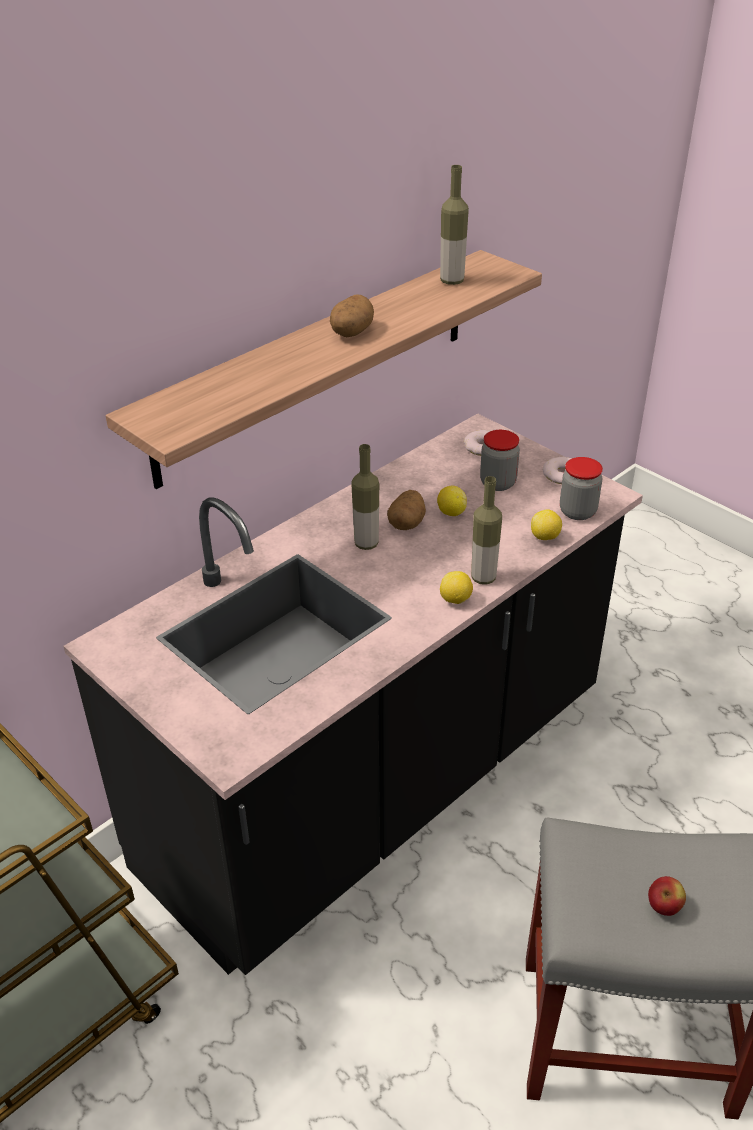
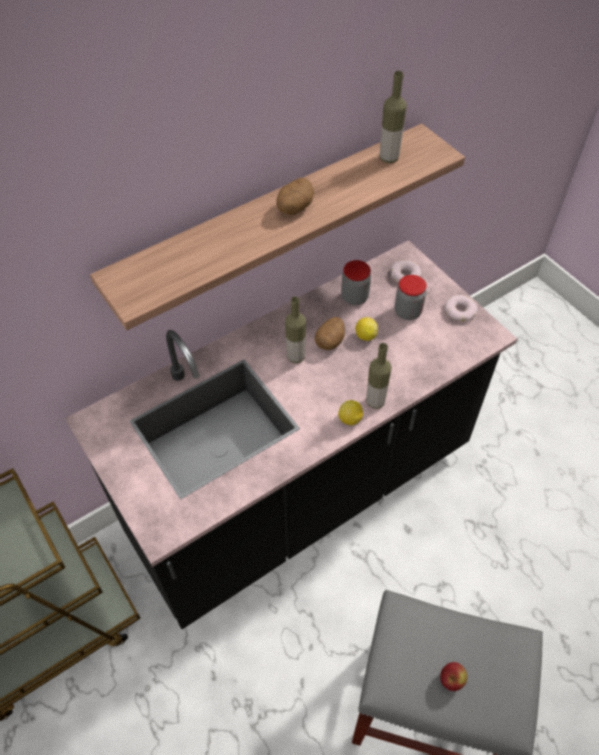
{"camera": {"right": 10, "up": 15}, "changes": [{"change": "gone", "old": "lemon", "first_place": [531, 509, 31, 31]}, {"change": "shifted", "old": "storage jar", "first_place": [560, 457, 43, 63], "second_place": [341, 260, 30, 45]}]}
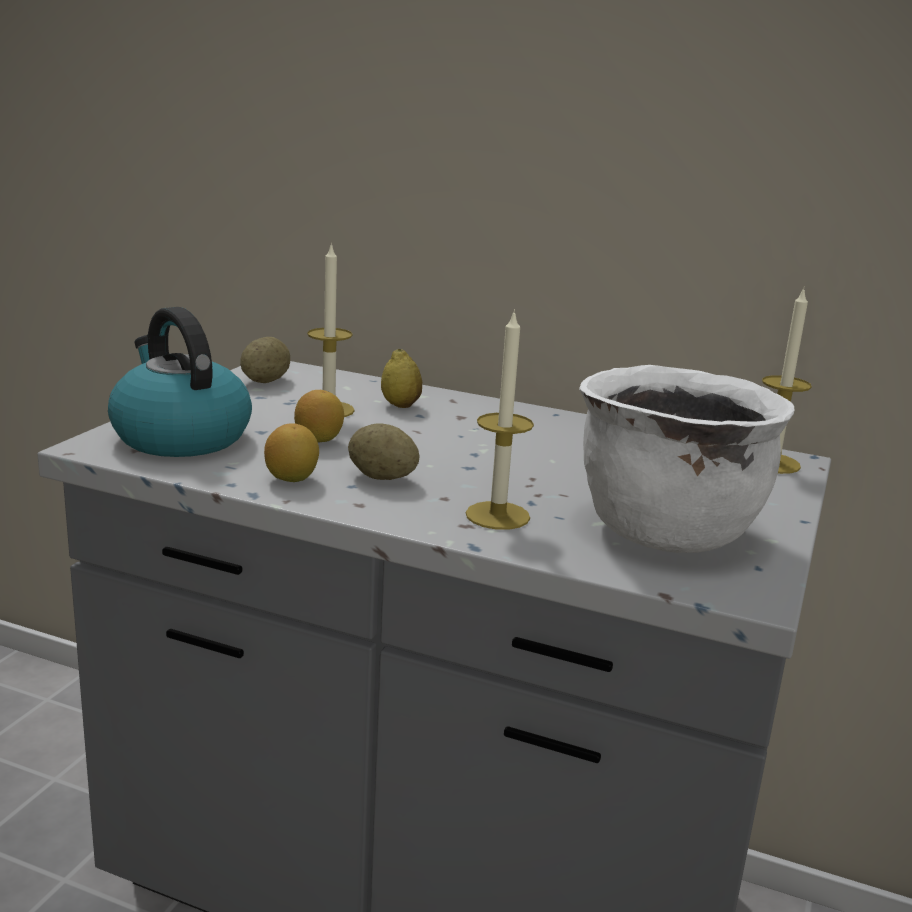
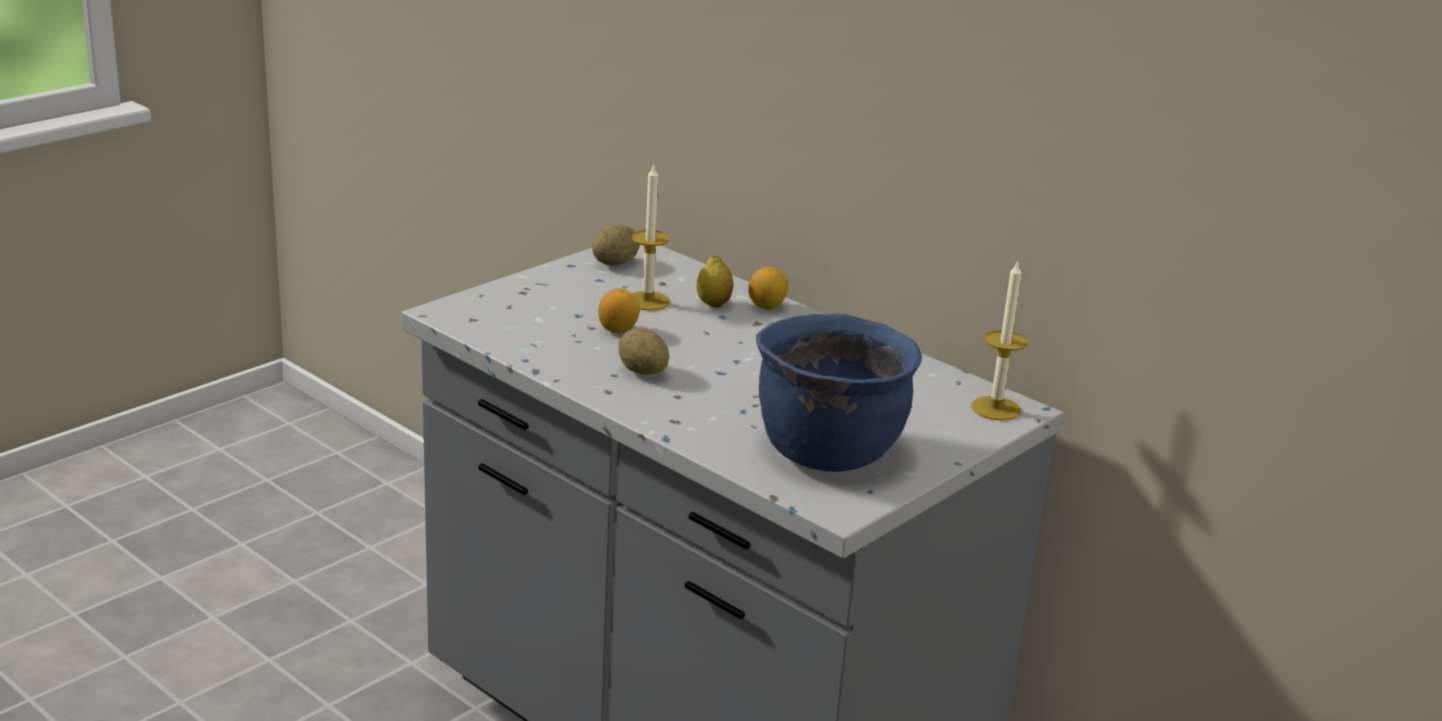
{"camera": {"right": 20, "up": 5}, "changes": [{"change": "gone", "old": "tea kettle", "first_place": [108, 307, 144, 150]}, {"change": "gone", "old": "candle", "first_place": [466, 309, 68, 221]}, {"change": "shifted", "old": "lemon", "first_place": [264, 423, 55, 59], "second_place": [748, 267, 40, 42]}, {"change": "repainted", "old": "cooking pot (white-coloured)", "new": "cooking pot (bluish)", "first_place": [579, 365, 215, 188], "second_place": [756, 314, 166, 158]}]}
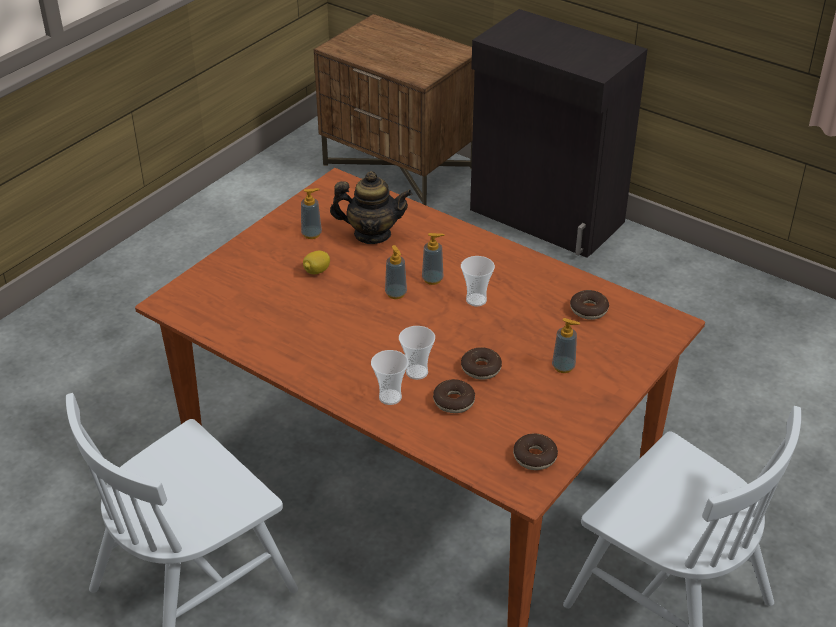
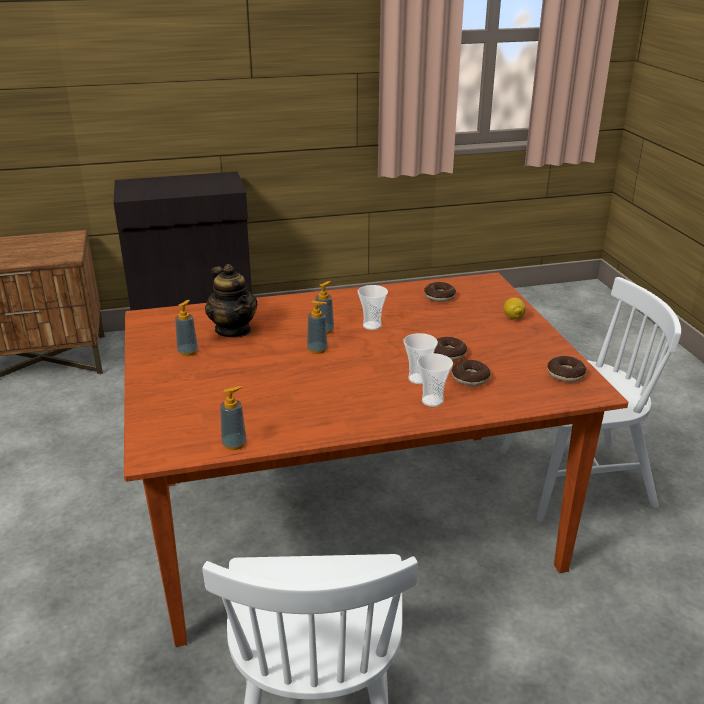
{"camera": {"right": -50, "up": -10}, "changes": [{"change": "shifted", "old": "lemon", "first_place": [303, 251, 27, 23], "second_place": [504, 298, 22, 21]}, {"change": "shifted", "old": "soap dispenser", "first_place": [552, 318, 28, 55], "second_place": [220, 386, 27, 64]}, {"change": "rotated", "old": "pot for tea", "first_place": [330, 171, 82, 73], "second_place": [205, 264, 53, 74], "degrees": 105}]}
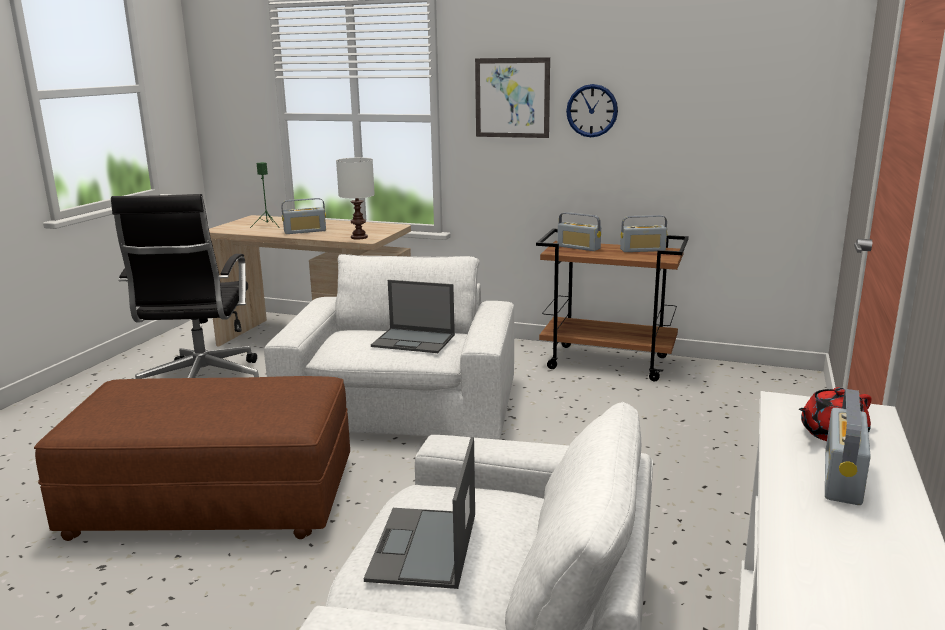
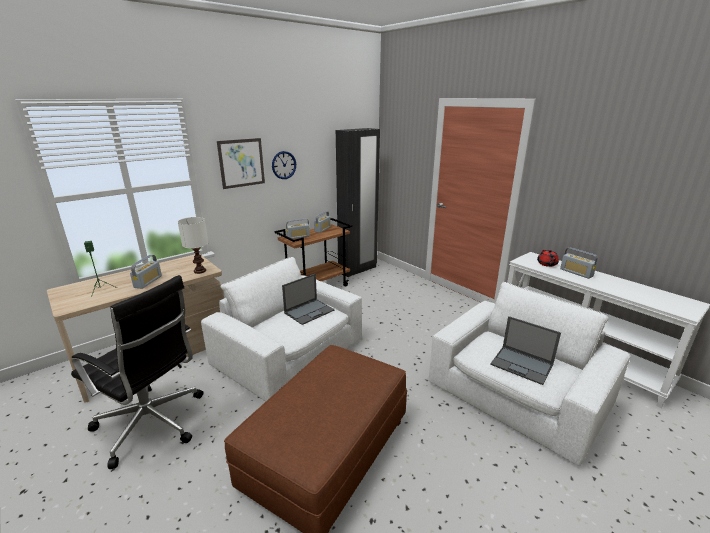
{"camera": {"right": -60, "up": 5}, "changes": [{"change": "new", "new": "clothes cupboard (blackish)", "second_place": [336, 128, 44, 149]}]}
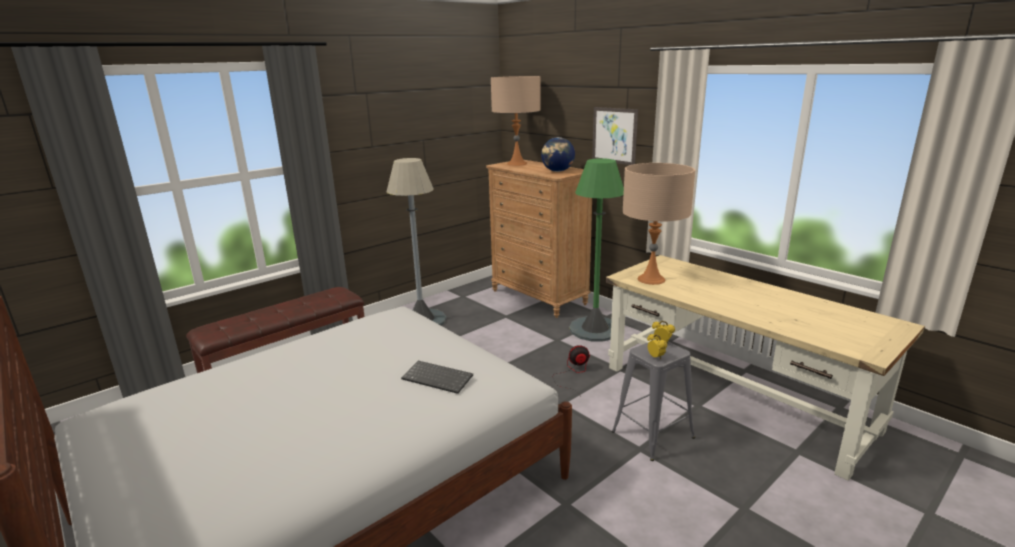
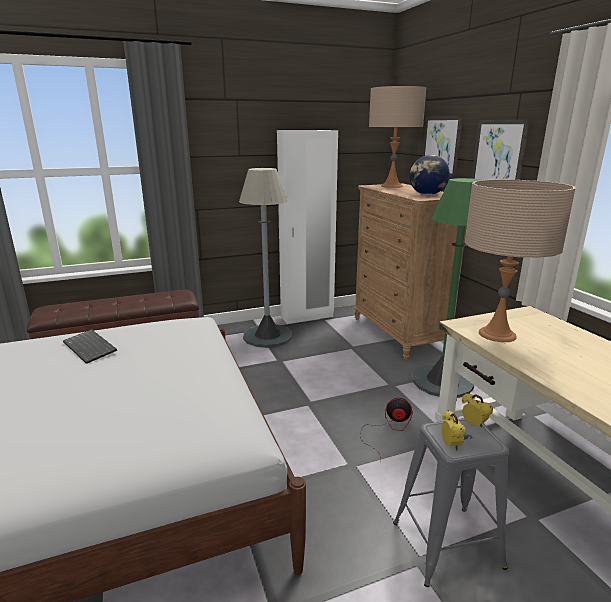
{"camera": {"right": 20, "up": 0}, "changes": [{"change": "new", "new": "clothes cupboard (white-coloured)", "second_place": [277, 130, 61, 194]}, {"change": "new", "new": "wall picture", "second_place": [423, 116, 39, 61]}, {"change": "shifted", "old": "PC keyboard", "first_place": [401, 361, 72, 33], "second_place": [63, 329, 54, 35]}]}
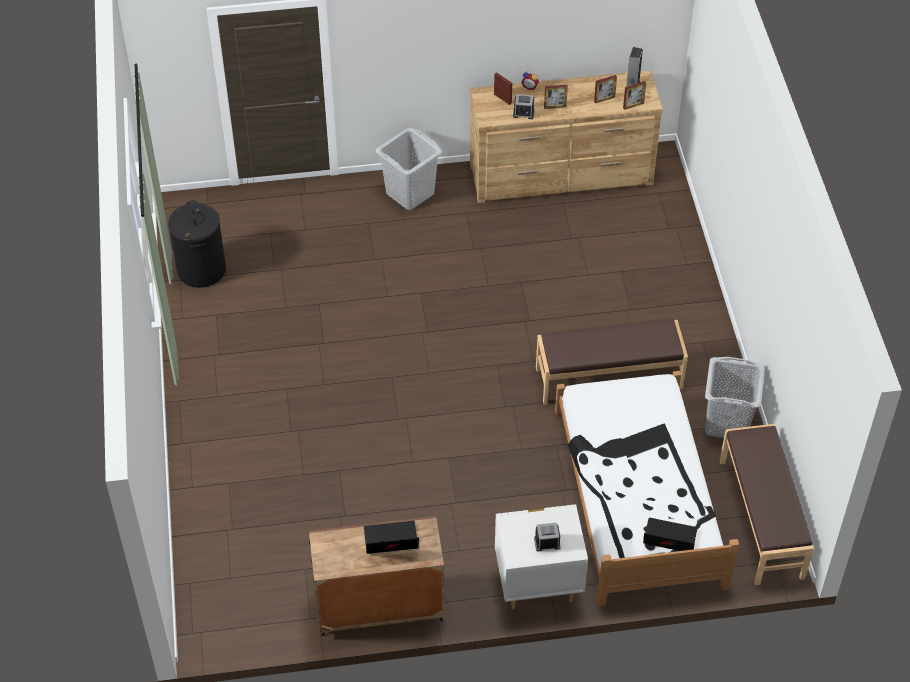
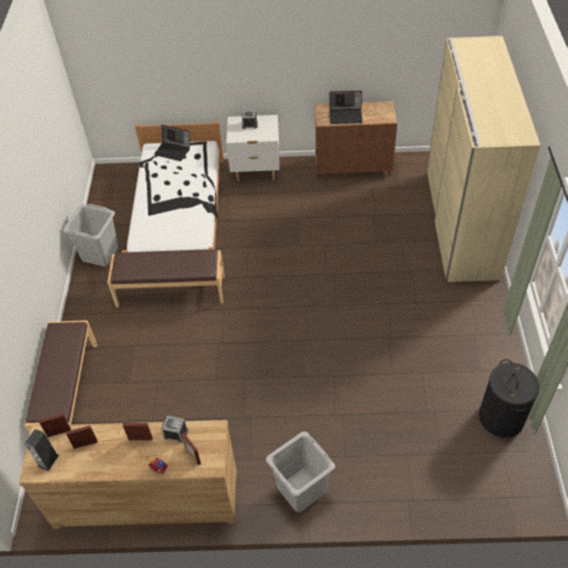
{"camera": {"right": -170, "up": 0}, "changes": [{"change": "new", "new": "clothes cupboard (beige-coloured)", "second_place": [427, 36, 114, 246]}, {"change": "shifted", "old": "long seat (brownish)", "first_place": [719, 424, 95, 161], "second_place": [25, 320, 72, 113]}]}
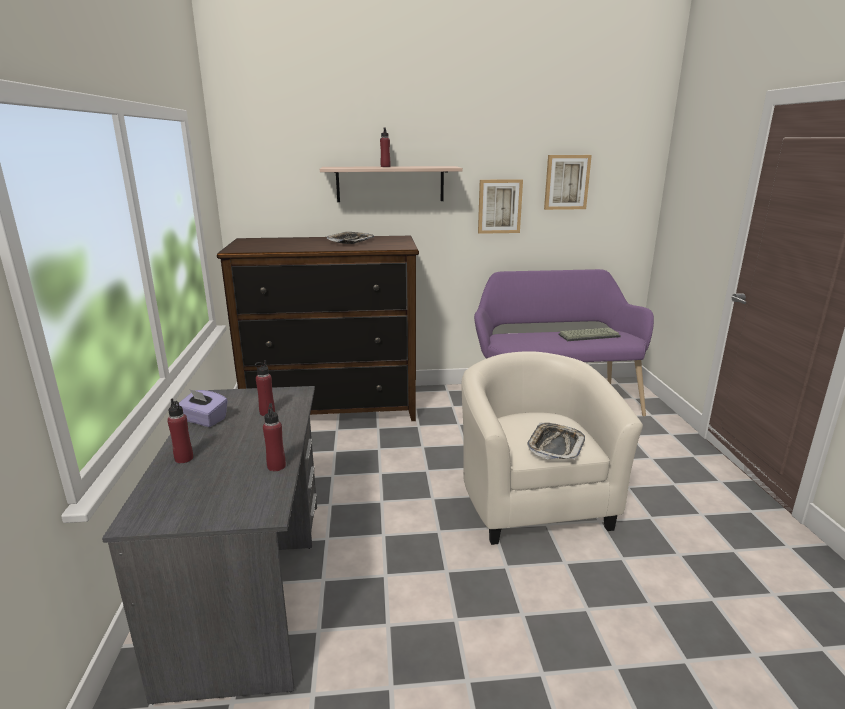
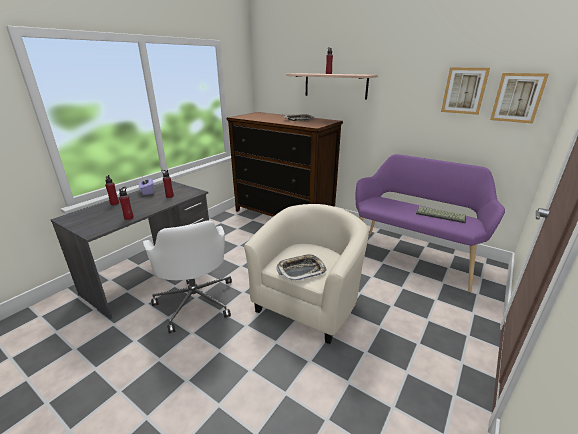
{"camera": {"right": 40, "up": 5}, "changes": [{"change": "new", "new": "office chair (white-coloured)", "second_place": [143, 220, 89, 113]}, {"change": "shifted", "old": "wall picture", "first_place": [478, 179, 45, 55], "second_place": [490, 73, 59, 51]}]}
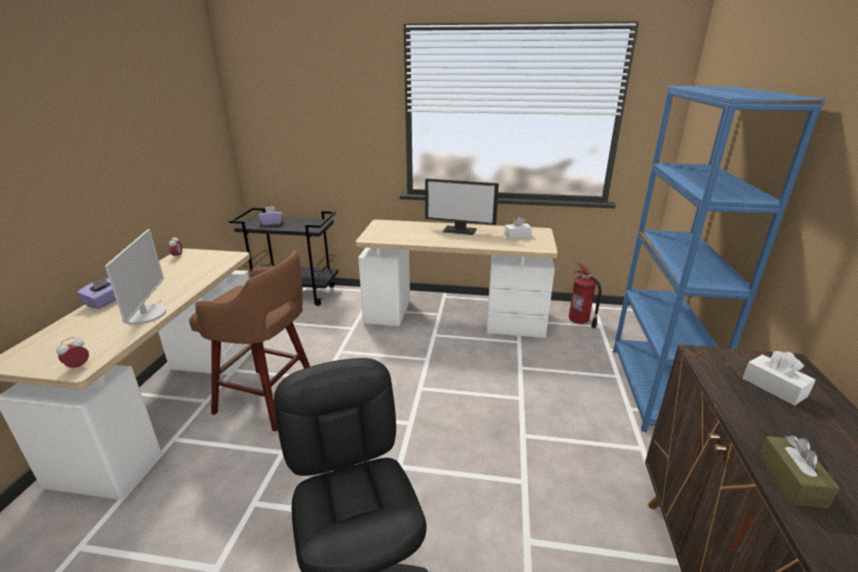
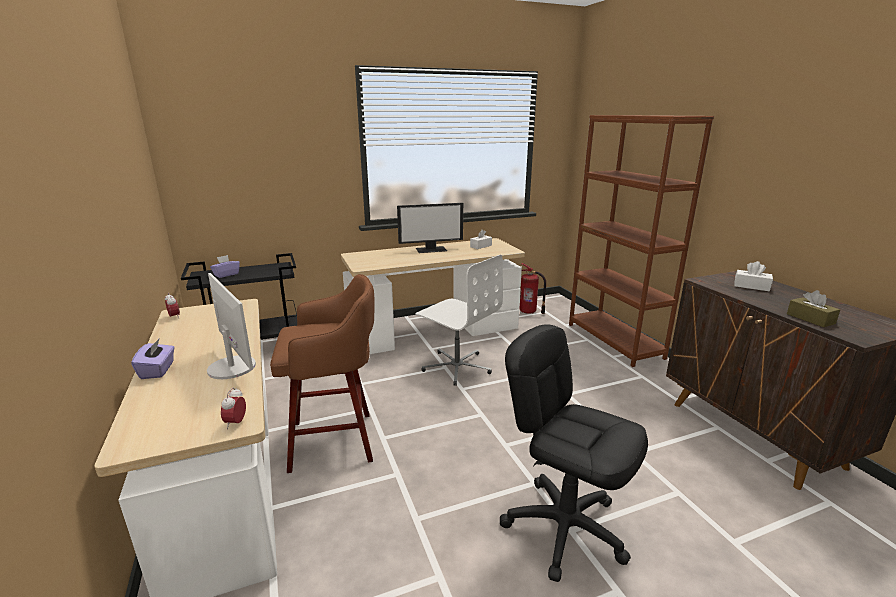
{"camera": {"right": -30, "up": -5}, "changes": [{"change": "new", "new": "office chair (white-coloured)", "second_place": [415, 254, 88, 132]}, {"change": "repainted", "old": "bookcase (bluish)", "new": "bookcase (brownish)", "first_place": [613, 86, 212, 346], "second_place": [569, 115, 145, 252]}]}
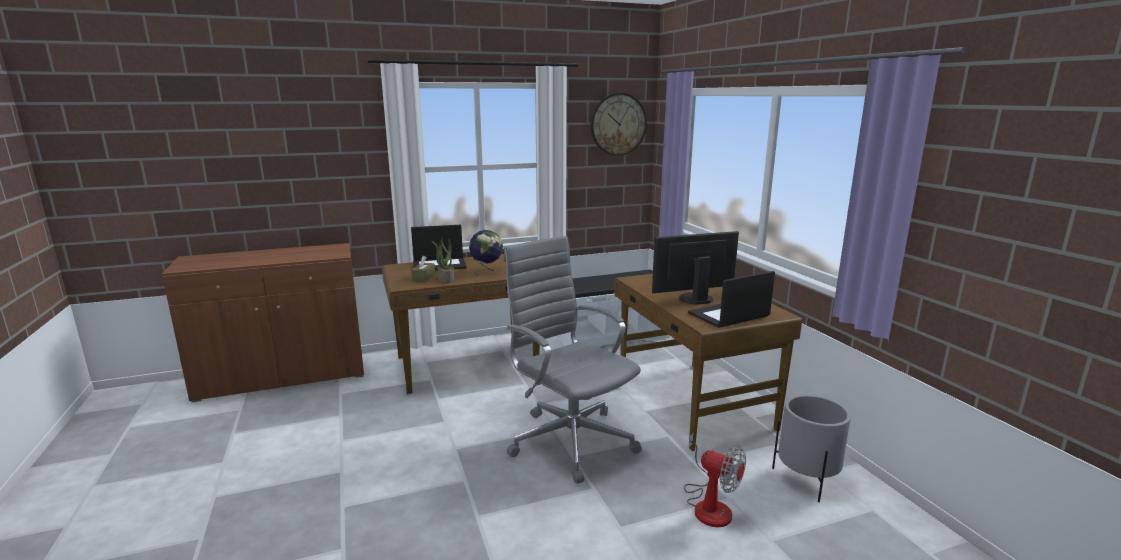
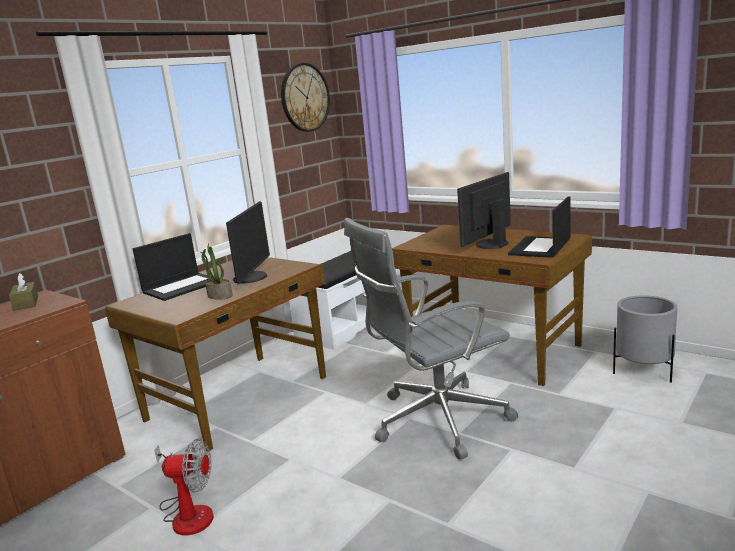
{"camera": {"right": -30, "up": 0}, "changes": [{"change": "shifted", "old": "tissue holder (brownish)", "first_place": [411, 256, 24, 26], "second_place": [9, 273, 29, 38]}, {"change": "shifted", "old": "fan", "first_place": [684, 433, 62, 94], "second_place": [154, 439, 59, 97]}, {"change": "swapped", "old": "globe", "new": "computer screen", "first_place": [469, 230, 34, 46], "second_place": [226, 201, 44, 83]}, {"change": "rotated", "old": "office chair (gray)", "first_place": [504, 236, 138, 248], "second_place": [344, 218, 174, 241], "degrees": -45}]}
